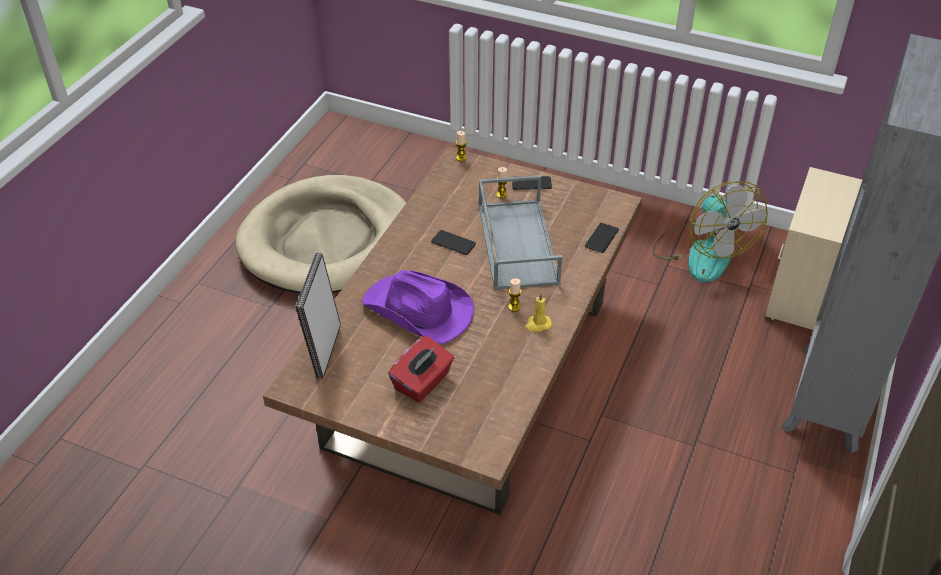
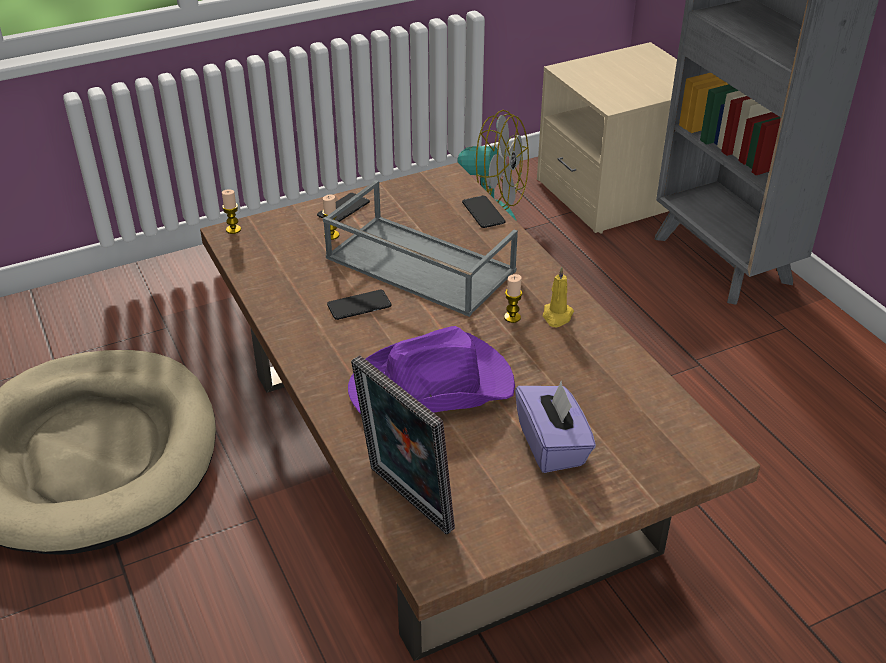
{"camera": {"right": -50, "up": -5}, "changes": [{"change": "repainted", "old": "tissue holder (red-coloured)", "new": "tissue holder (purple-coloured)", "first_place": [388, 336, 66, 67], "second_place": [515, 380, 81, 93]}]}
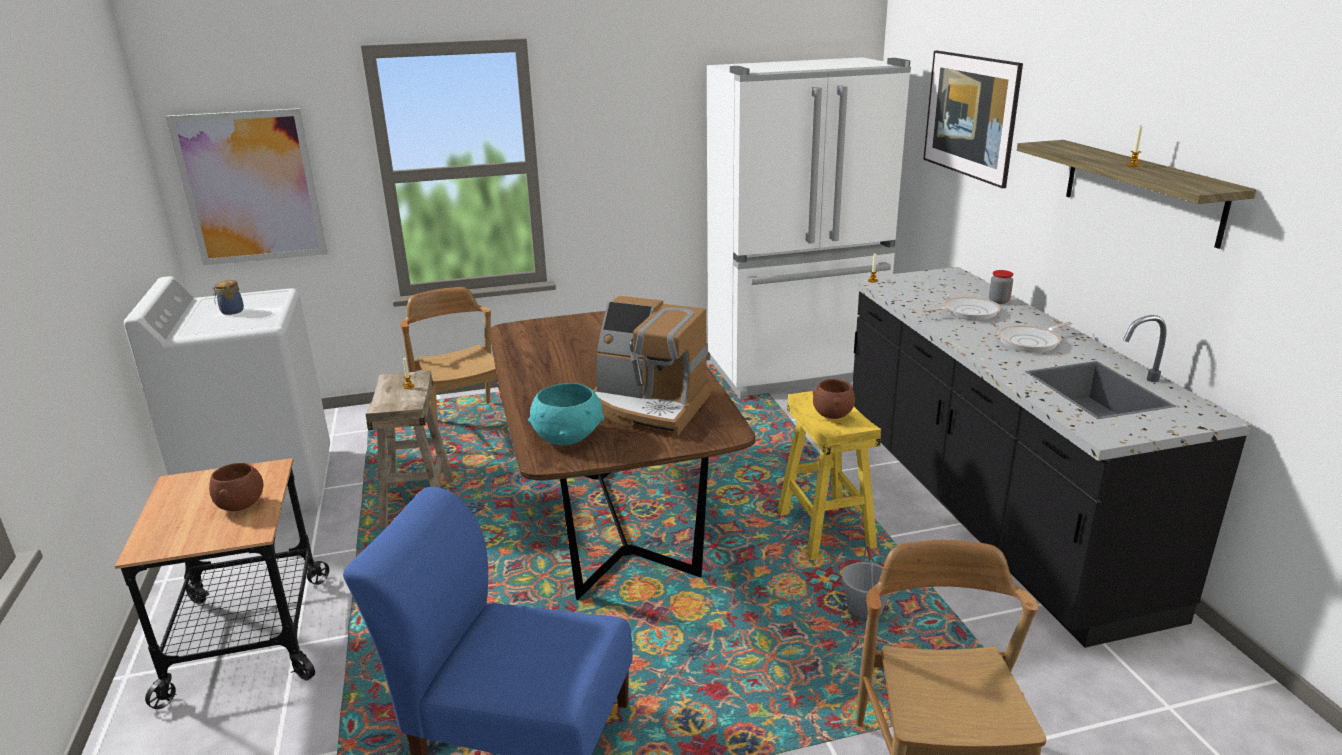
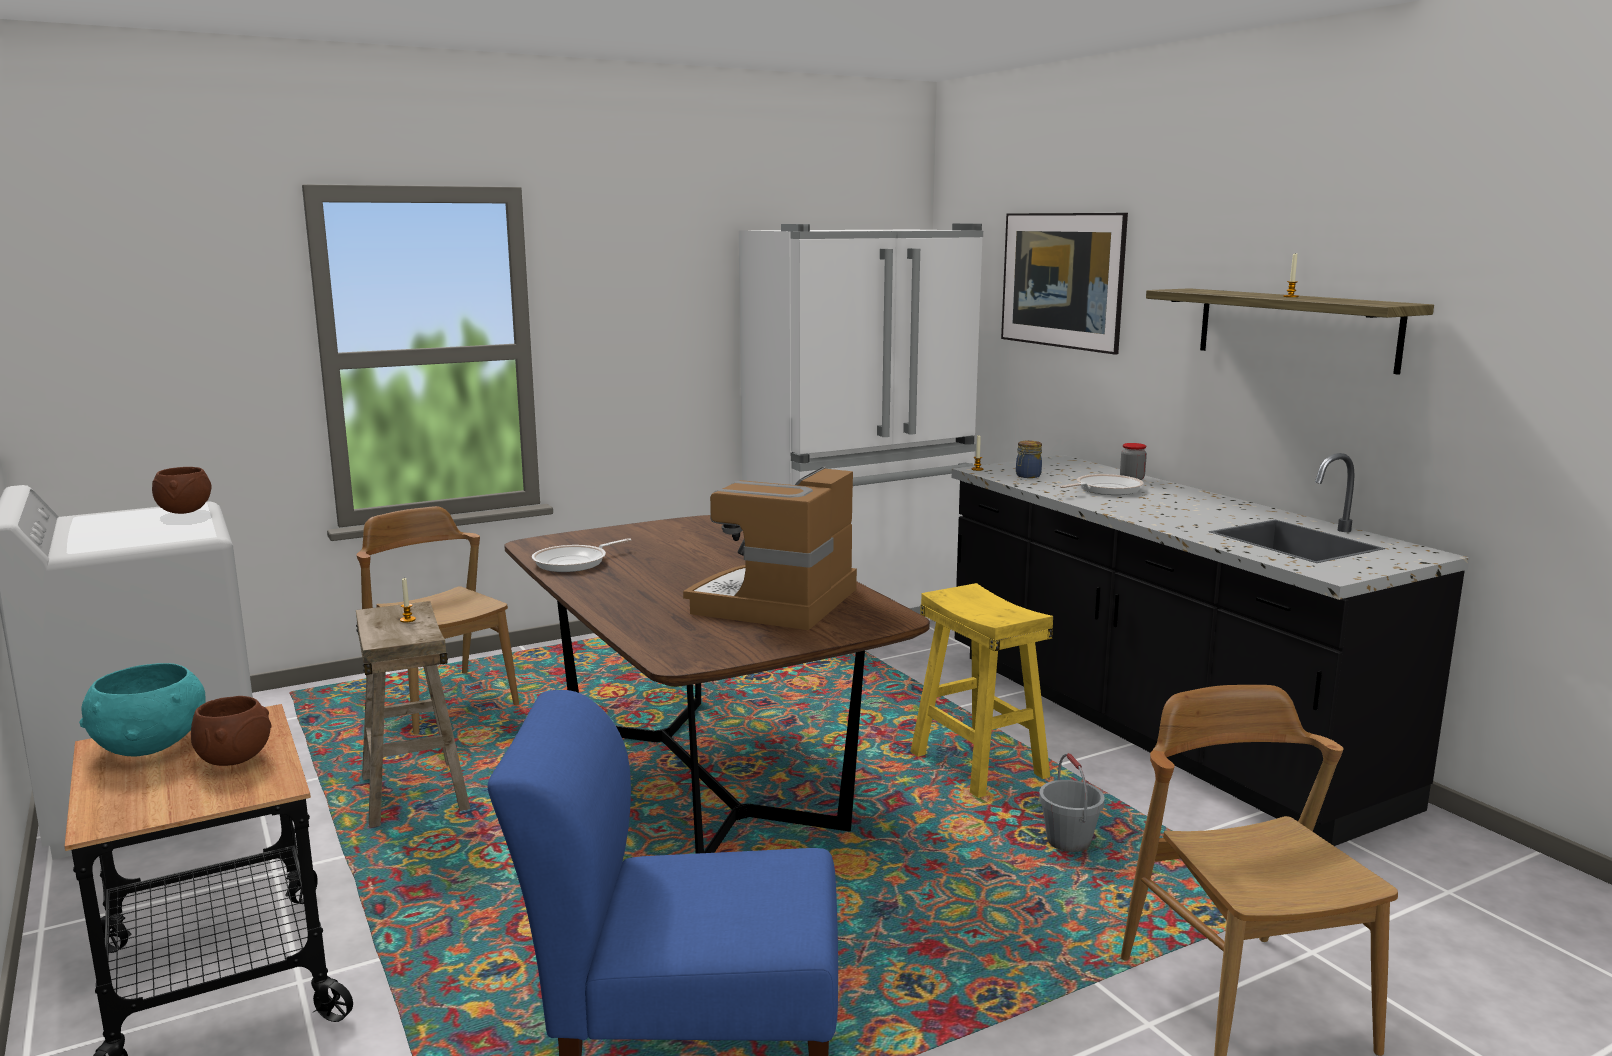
{"camera": {"right": -15, "up": -10}, "changes": [{"change": "gone", "old": "wall picture", "first_place": [166, 108, 162, 157]}, {"change": "shifted", "old": "storage jar", "first_place": [212, 280, 32, 35], "second_place": [1016, 440, 26, 38]}, {"change": "shifted", "old": "deep dish (blue-green)", "first_place": [528, 383, 76, 62], "second_place": [79, 663, 127, 94]}, {"change": "shifted", "old": "deep dish (brownish)", "first_place": [813, 379, 42, 40], "second_place": [152, 467, 60, 47]}, {"change": "shifted", "old": "frying pan", "first_place": [997, 322, 76, 30], "second_place": [532, 538, 99, 34]}, {"change": "rotated", "old": "coffee maker", "first_place": [592, 296, 119, 141], "second_place": [683, 467, 174, 163], "degrees": 105}]}
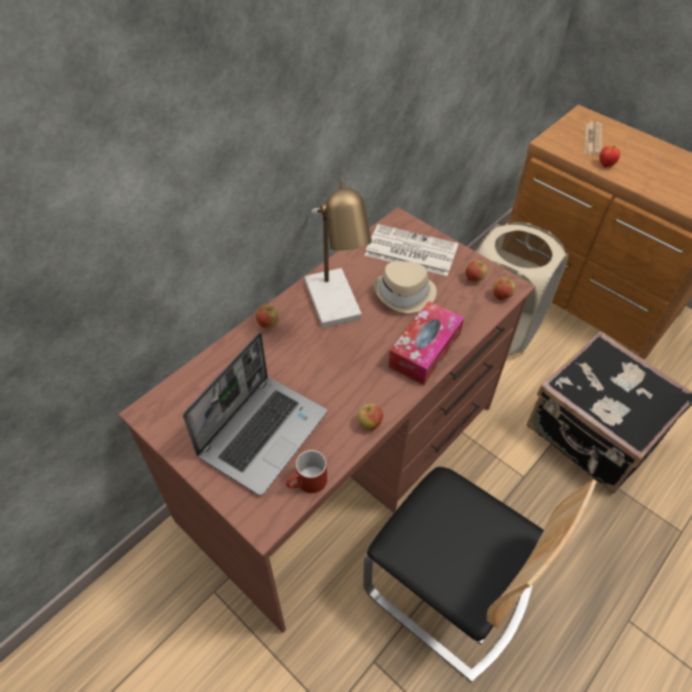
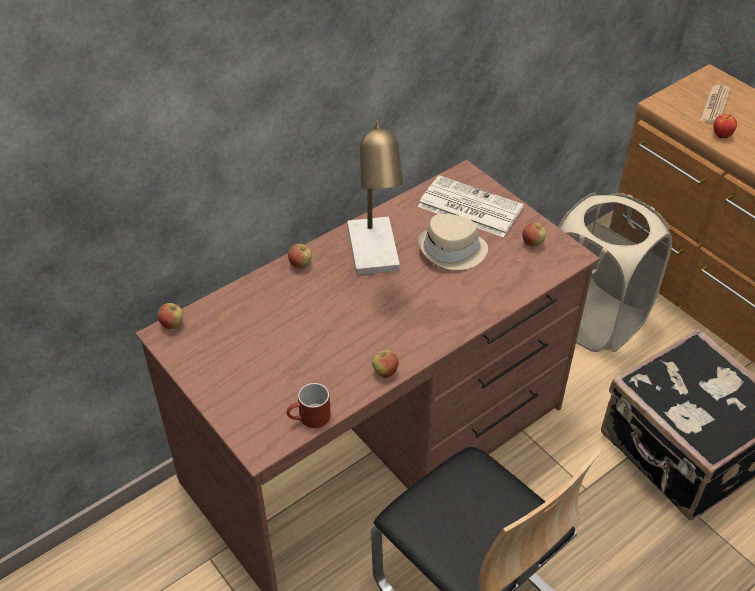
{"camera": {"right": 10, "up": -5}, "changes": [{"change": "gone", "old": "laptop", "first_place": [183, 332, 144, 163]}, {"change": "gone", "old": "tissue holder", "first_place": [388, 301, 76, 84]}, {"change": "shifted", "old": "whole apple", "first_place": [493, 277, 23, 23], "second_place": [158, 303, 25, 26]}]}
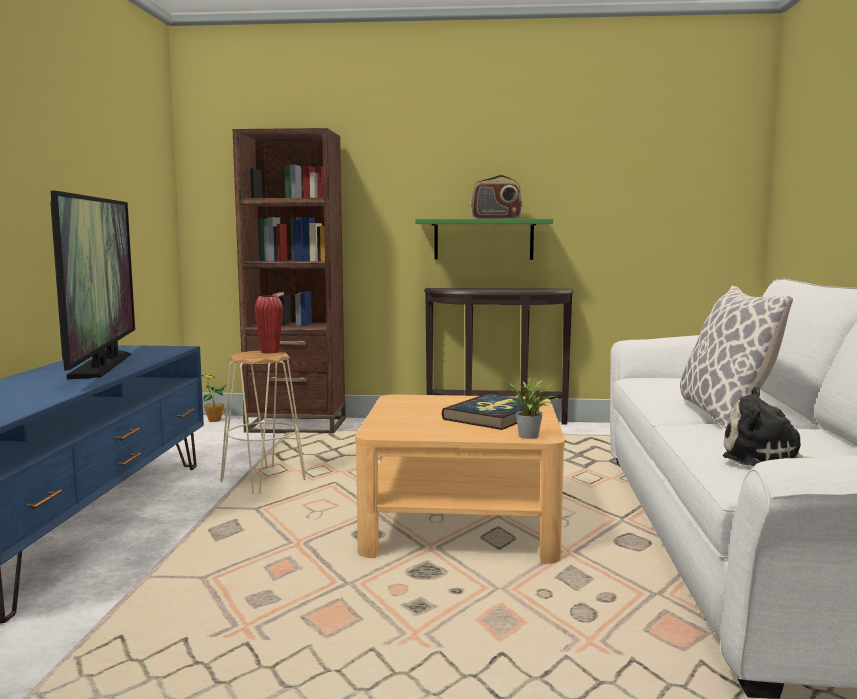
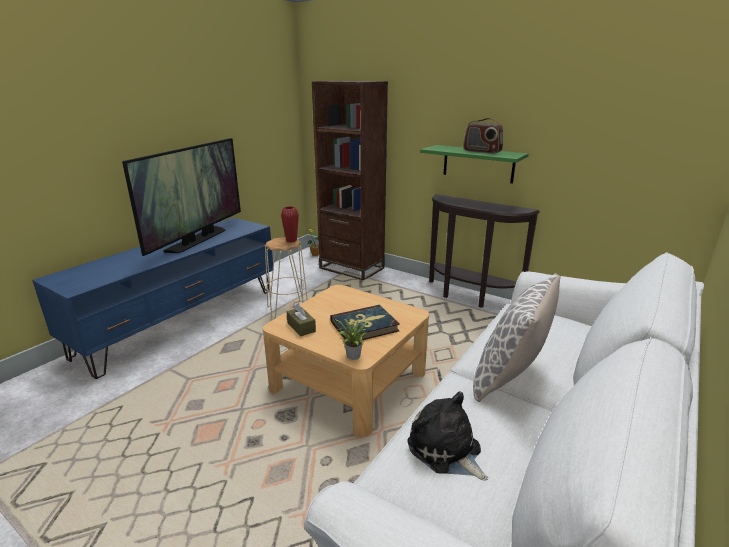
{"camera": {"right": 30, "up": 15}, "changes": [{"change": "new", "new": "tissue holder (brownish)", "second_place": [286, 304, 30, 32]}]}
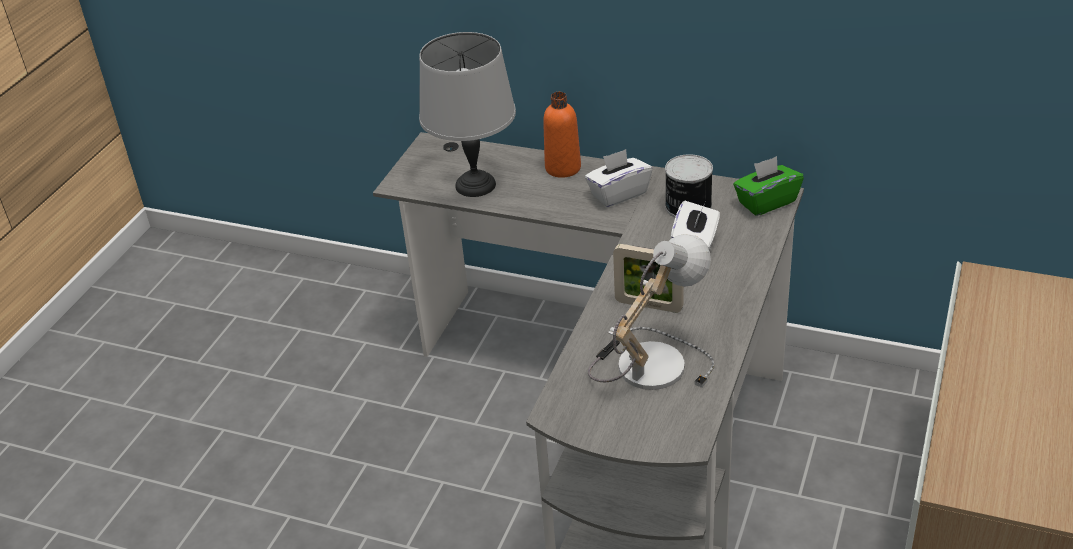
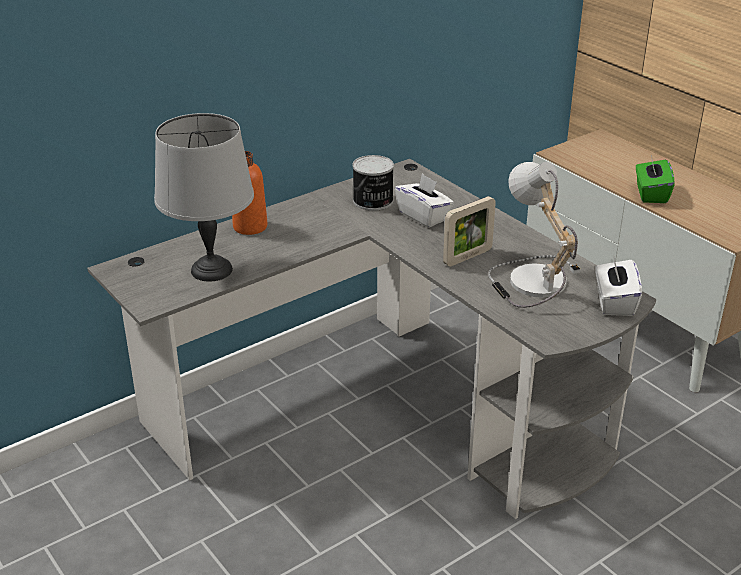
{"camera": {"right": -60, "up": -5}, "changes": [{"change": "shifted", "old": "tissue holder (white-coloured)", "first_place": [585, 149, 67, 58], "second_place": [595, 258, 47, 58]}, {"change": "shifted", "old": "tissue holder (green-coloured)", "first_place": [733, 156, 71, 60], "second_place": [636, 155, 39, 48]}]}
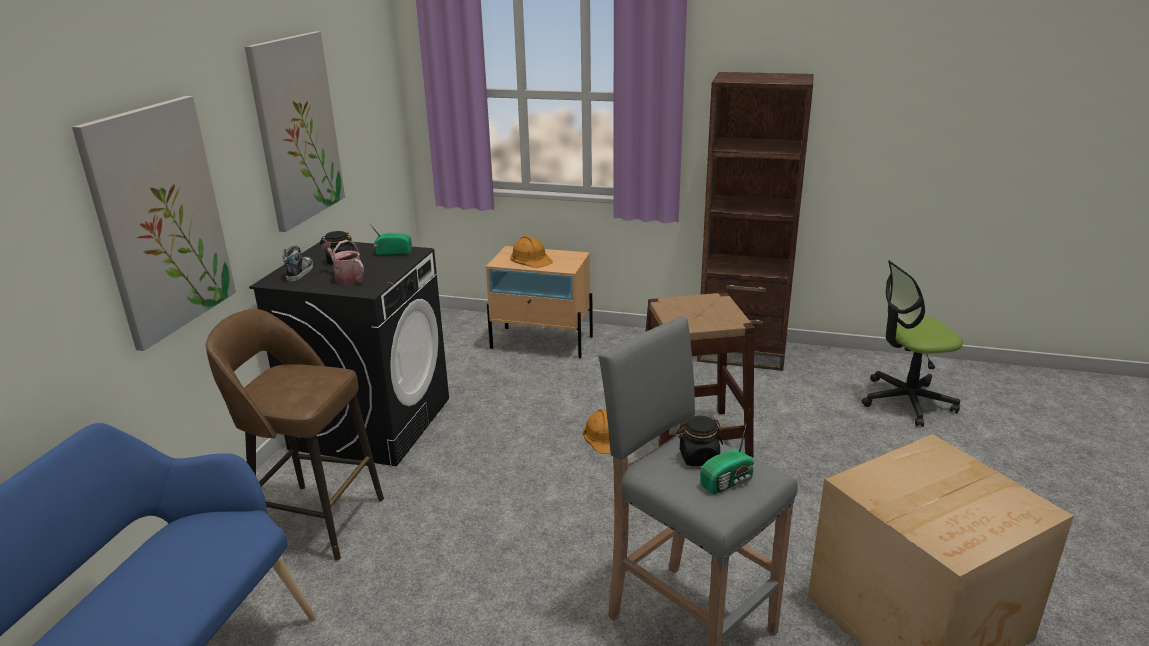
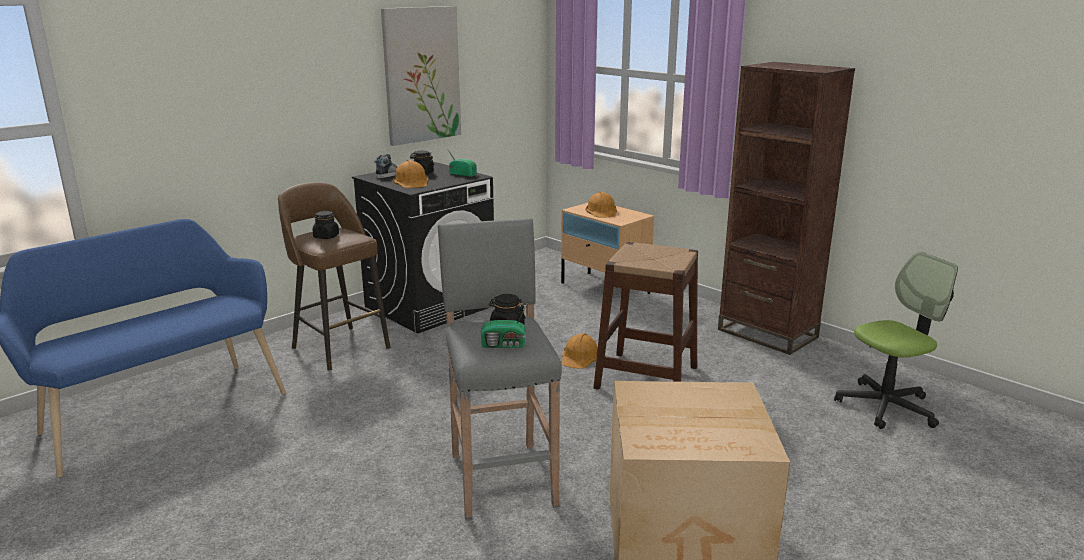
{"camera": {"right": 30, "up": -5}, "changes": [{"change": "gone", "old": "wall picture", "first_place": [72, 96, 164, 255]}, {"change": "new", "new": "storage jar (blackish)", "second_place": [312, 211, 27, 28]}, {"change": "swapped", "old": "watering pot", "new": "hard hat (orange-coloured)", "first_place": [321, 240, 43, 45], "second_place": [393, 160, 36, 28]}, {"change": "rotated", "old": "office chair", "first_place": [862, 260, 101, 167], "second_place": [834, 252, 124, 177], "degrees": 135}]}
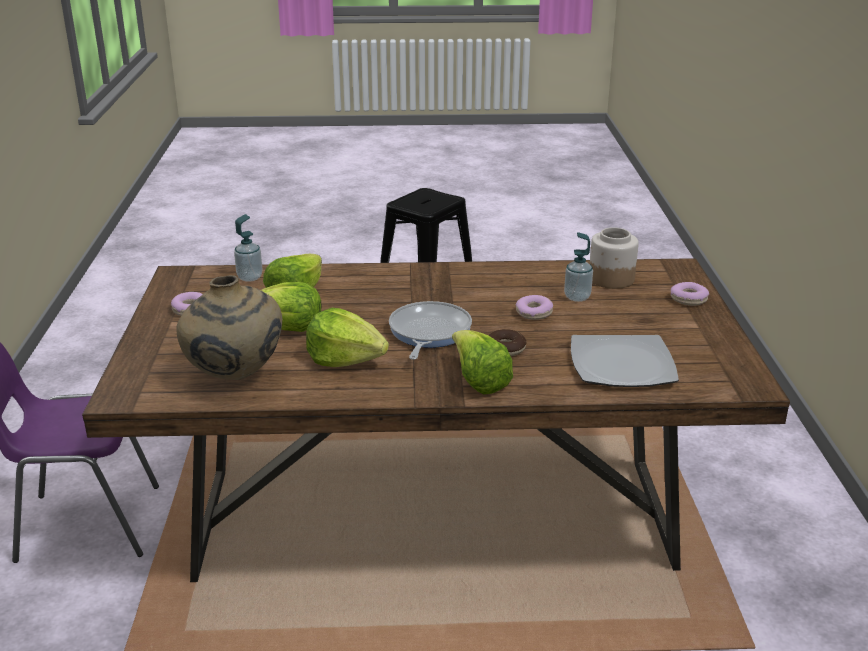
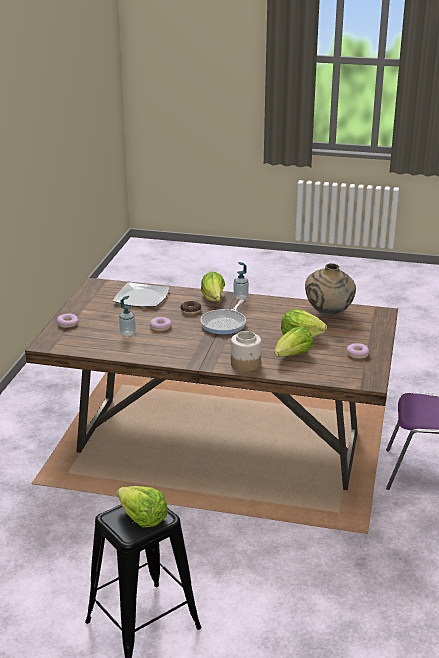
{"camera": {"right": -165, "up": 0}, "changes": [{"change": "shifted", "old": "soap dispenser", "first_place": [234, 214, 29, 68], "second_place": [233, 262, 16, 38]}, {"change": "shifted", "old": "lettuce head", "first_place": [306, 308, 83, 59], "second_place": [117, 486, 51, 41]}, {"change": "shifted", "old": "storage jar", "first_place": [590, 227, 49, 62], "second_place": [231, 331, 30, 41]}]}
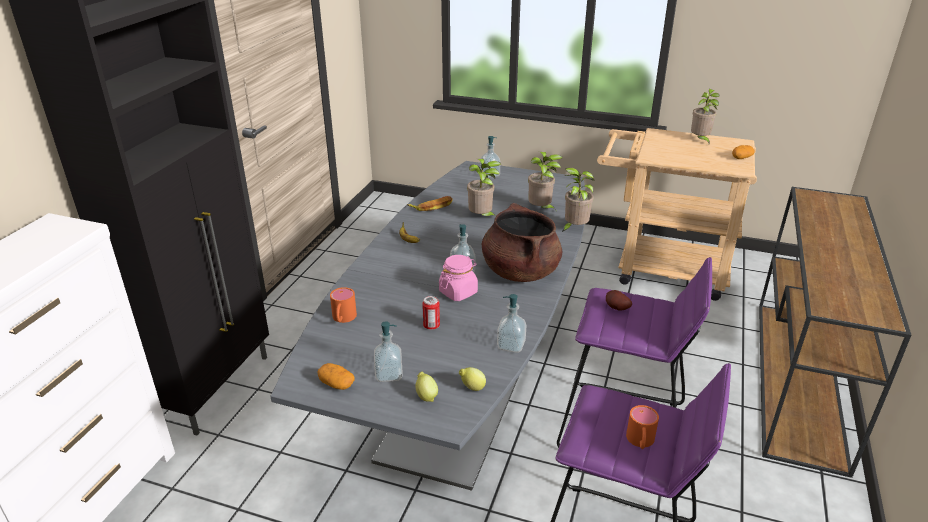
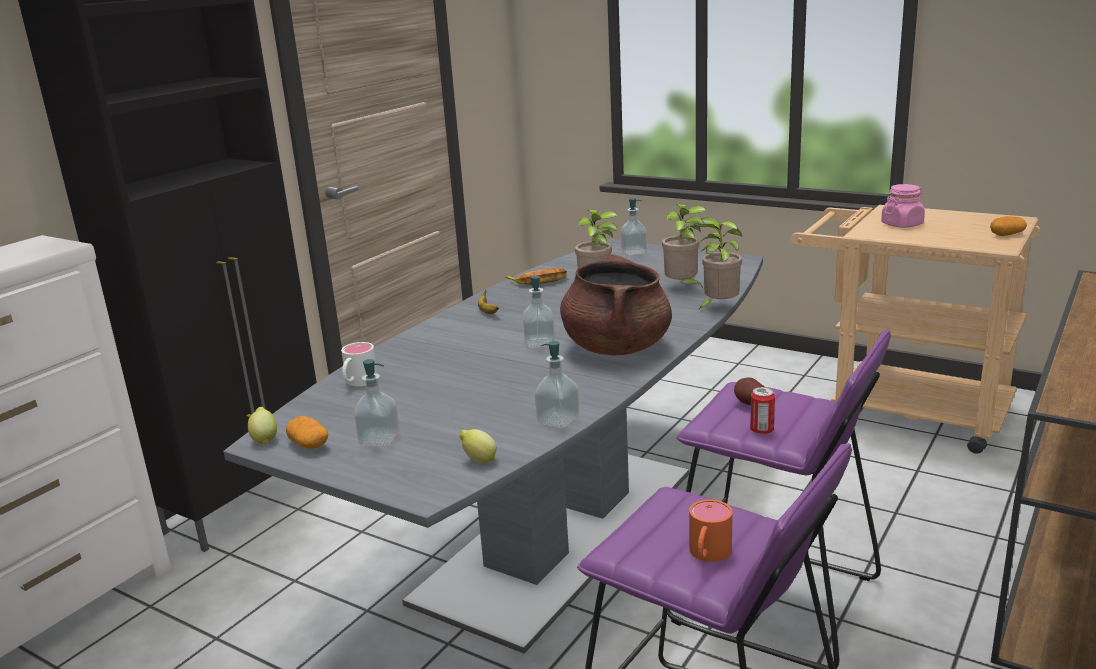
{"camera": {"right": 15, "up": -10}, "changes": [{"change": "gone", "old": "potted plant", "first_place": [691, 89, 29, 54]}, {"change": "shifted", "old": "lemon", "first_place": [415, 372, 23, 30], "second_place": [248, 407, 29, 37]}, {"change": "shifted", "old": "metal can", "first_place": [422, 296, 18, 34], "second_place": [750, 387, 25, 48]}, {"change": "shifted", "old": "storage jar (pink)", "first_place": [439, 255, 39, 46], "second_place": [881, 184, 44, 44]}, {"change": "repainted", "old": "coffee mug (orange-coloured)", "new": "coffee mug (white-coloured)", "first_place": [330, 287, 27, 36], "second_place": [341, 342, 36, 44]}]}
